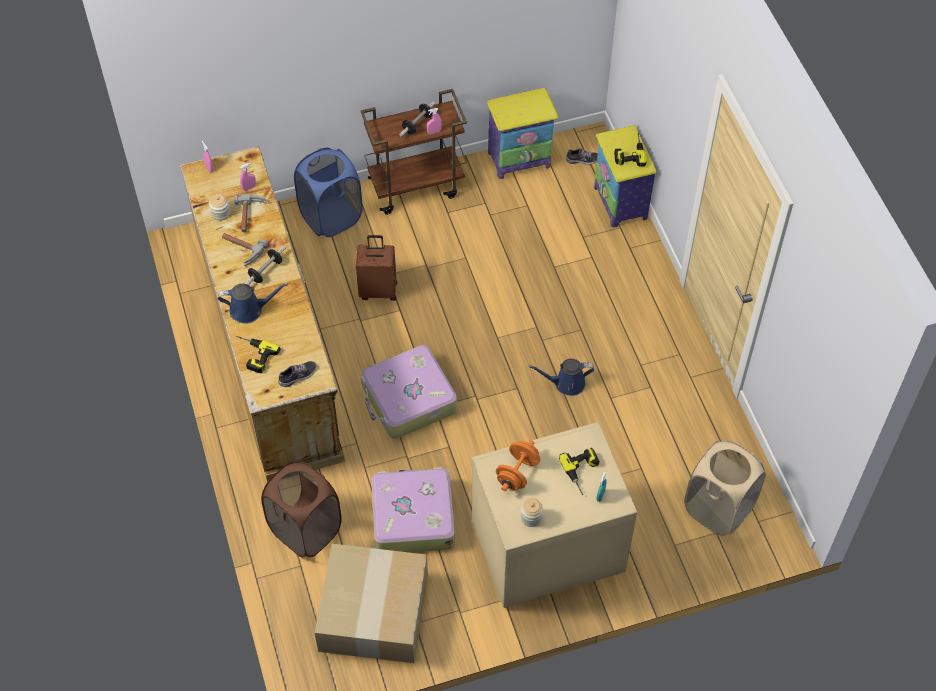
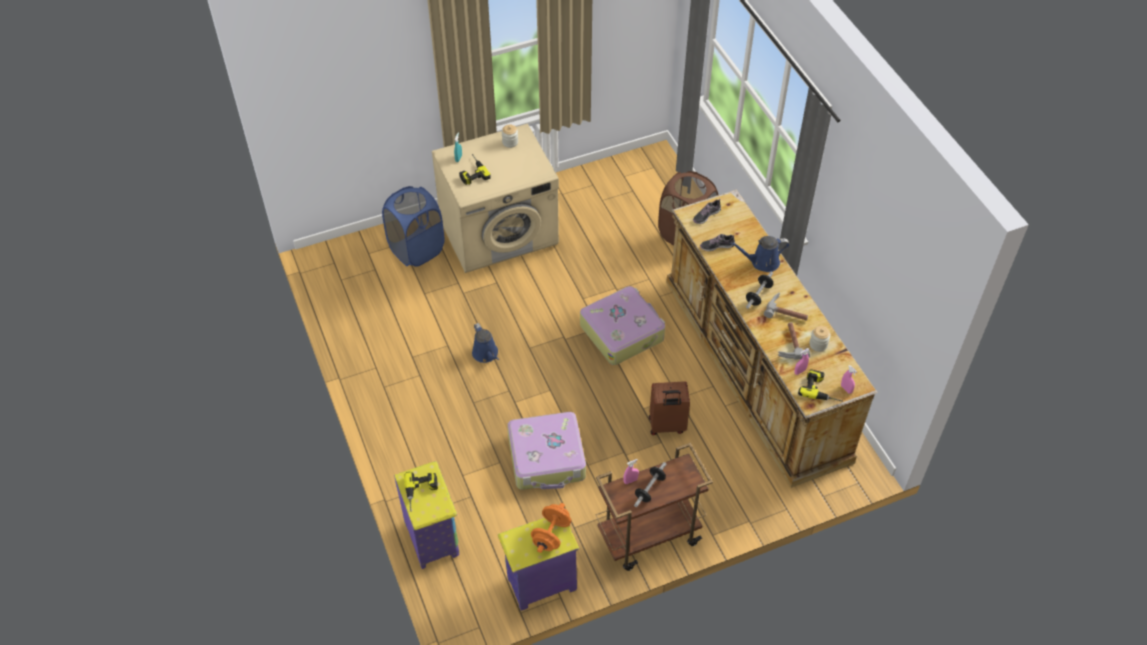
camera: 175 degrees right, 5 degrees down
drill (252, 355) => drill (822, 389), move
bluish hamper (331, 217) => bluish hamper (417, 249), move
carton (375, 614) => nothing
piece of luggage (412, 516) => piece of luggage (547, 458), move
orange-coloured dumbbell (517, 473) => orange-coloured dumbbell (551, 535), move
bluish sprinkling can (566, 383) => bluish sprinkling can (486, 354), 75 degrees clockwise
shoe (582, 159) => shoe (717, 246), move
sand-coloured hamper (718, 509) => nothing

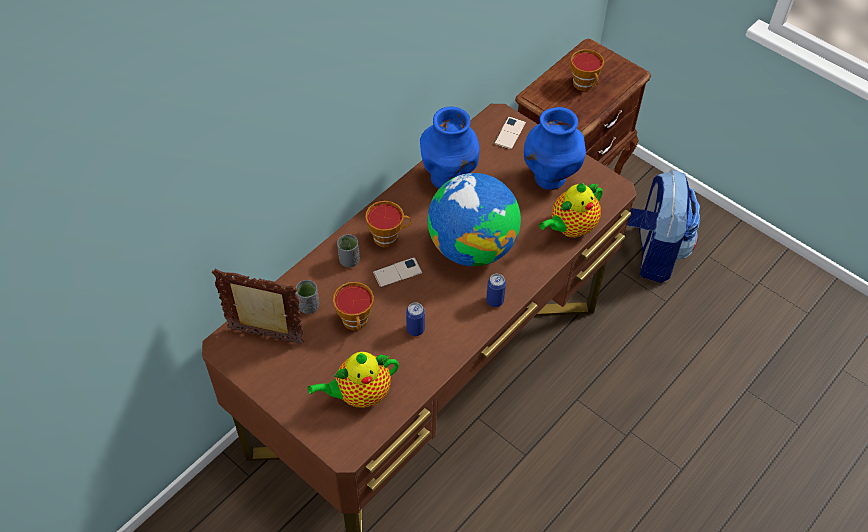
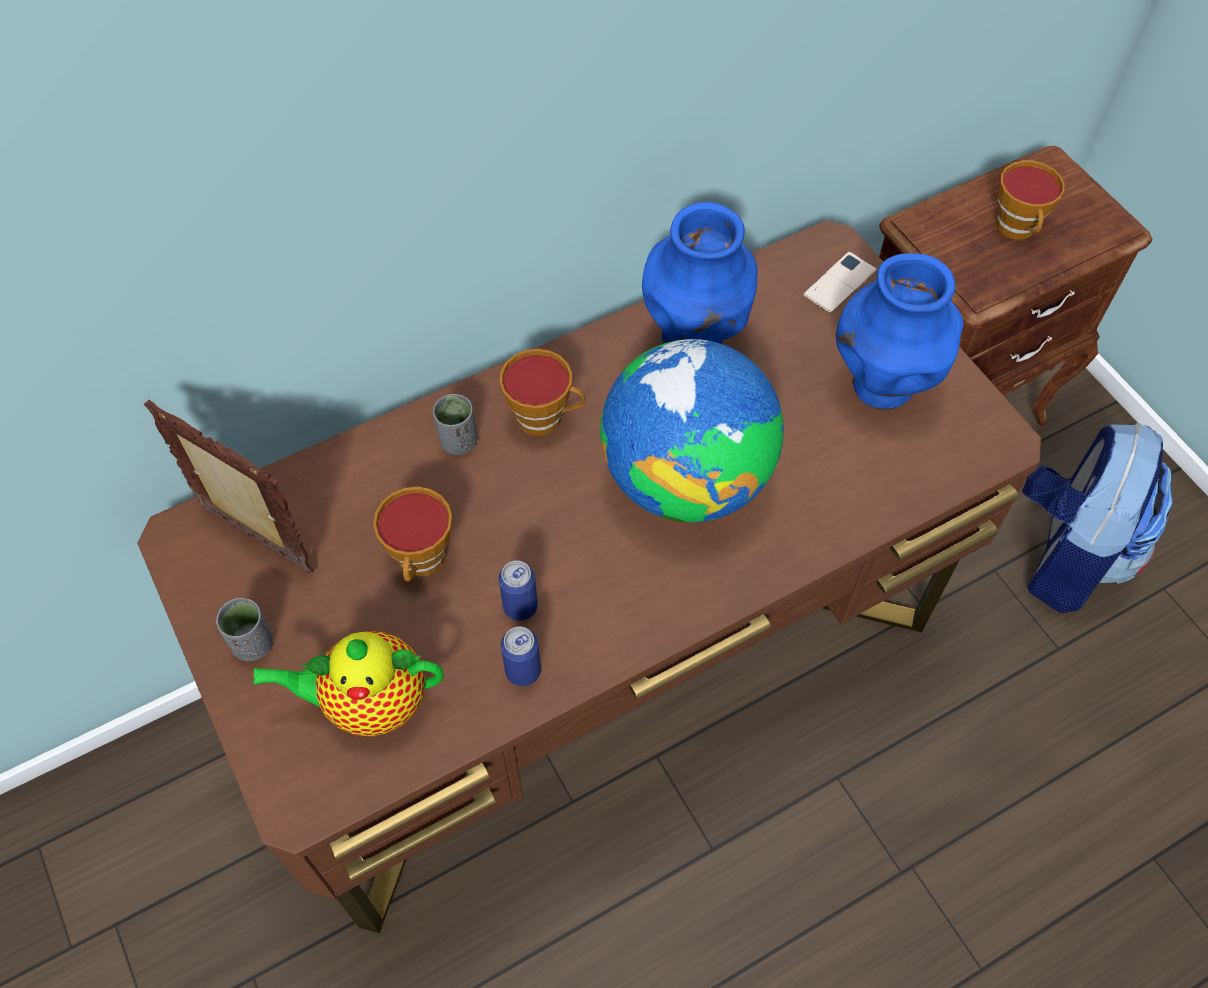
camera: 20 degrees right, 5 degrees up
gray drinking cup (308, 306) => gray drinking cup (253, 644), move
handset (397, 272) => nothing
sealed can (494, 301) => sealed can (523, 671), move
teapot (570, 228) => nothing

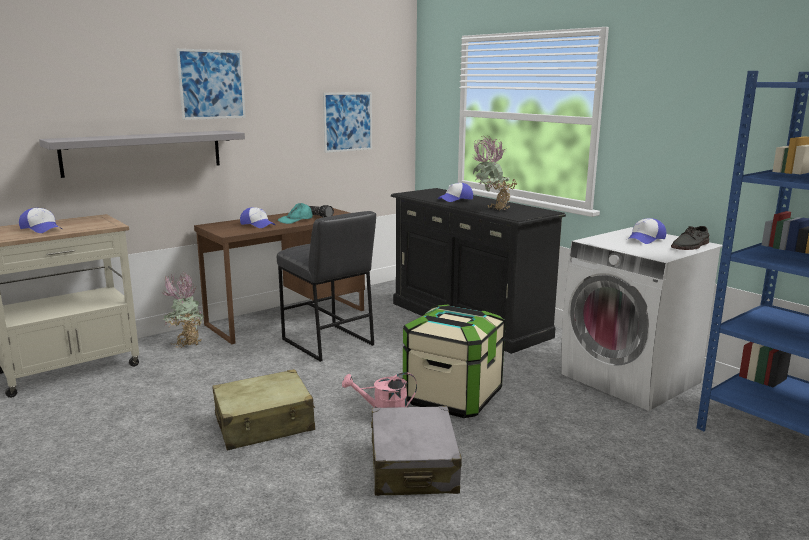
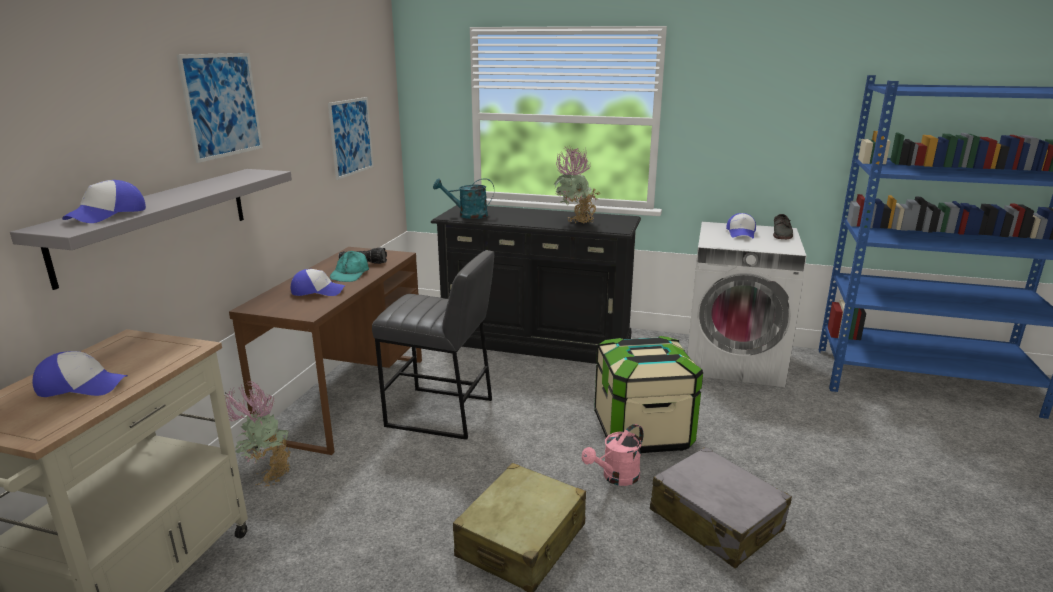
camera: 35 degrees left, 5 degrees up
cap (456, 199) => cap (108, 215), move
nothing => blue-green sprinkling can (467, 215)

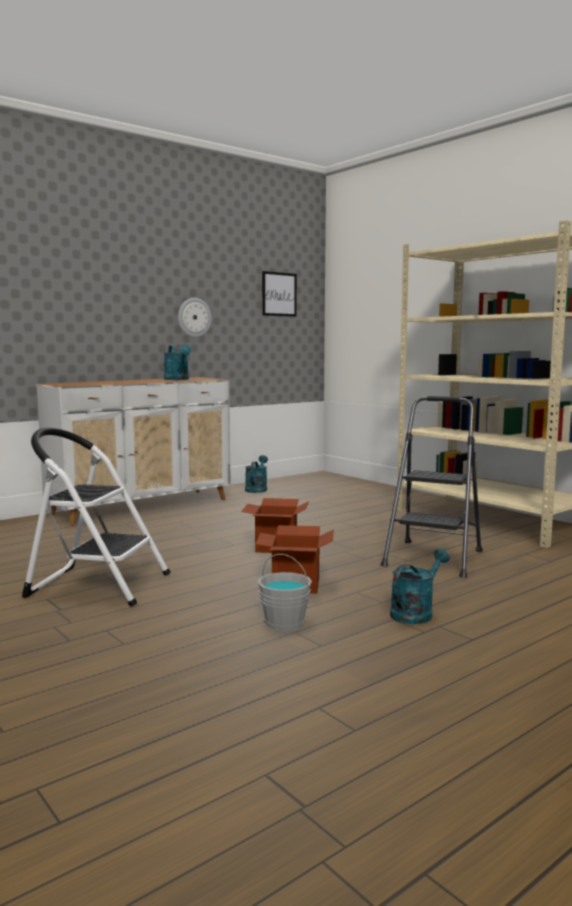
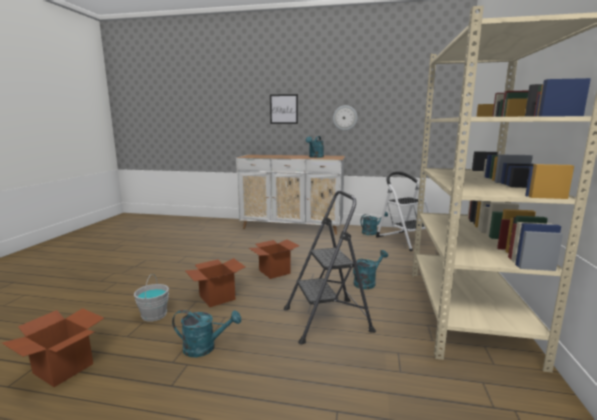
camera: 50 degrees right, 5 degrees up
step stool (95, 585) => step stool (405, 240), move
wall picture (279, 294) => wall picture (284, 109), move
nothing => carton (63, 368)
nothing => blue-green sprinkling can (367, 283)

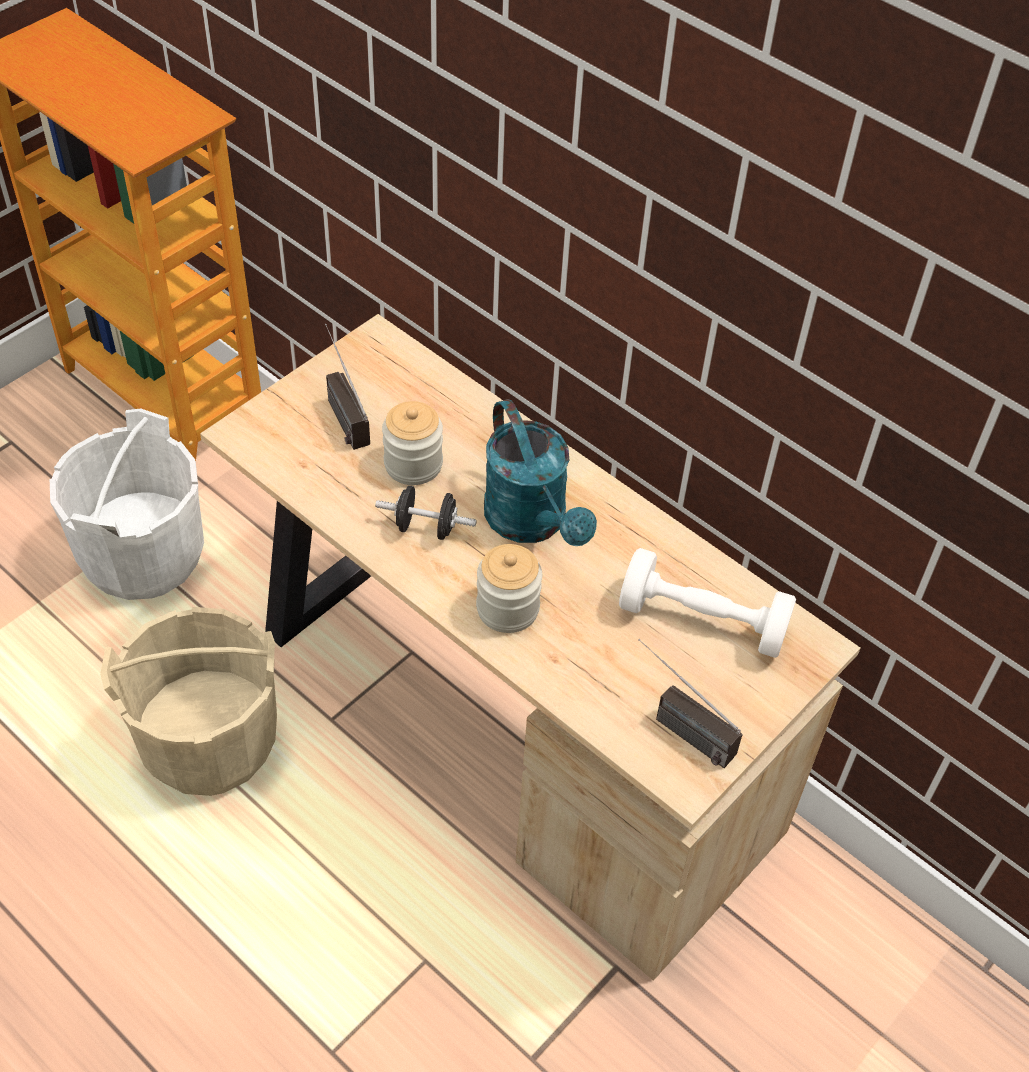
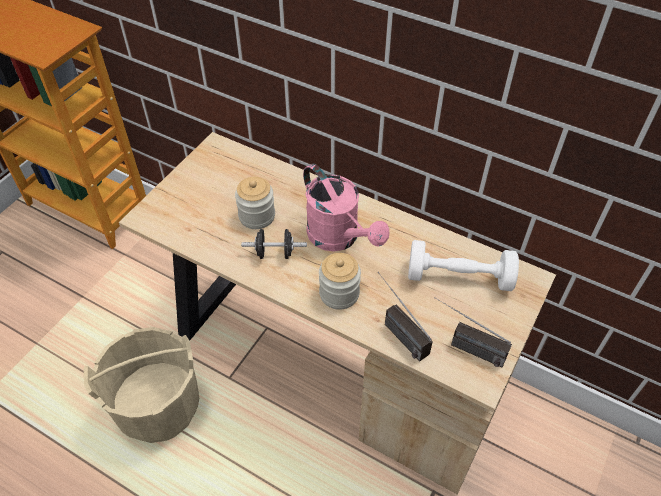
camera: 10 degrees left, 0 degrees up
whitish pail (143, 554) => nothing
radio set (340, 410) => radio set (396, 330), move
blue-green sprinkling can (532, 523) => pinkish sprinkling can (339, 238)

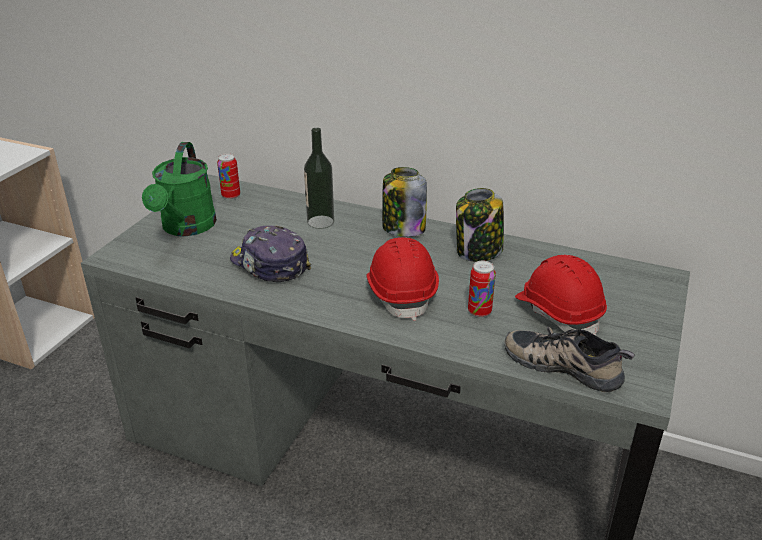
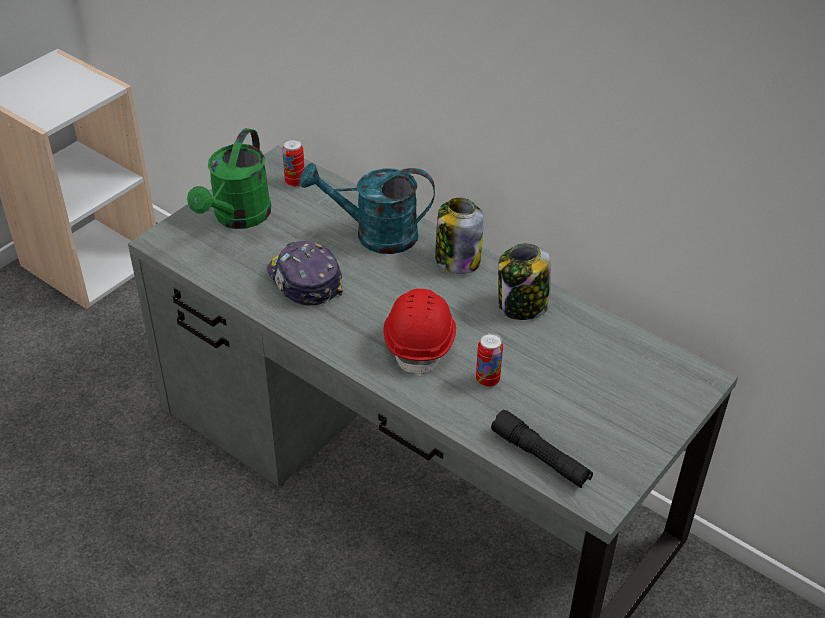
camera: 15 degrees right, 10 degrees up
drink bottle (320, 222) => blue-green sprinkling can (374, 235)
shoe (564, 365) => blackish torch (540, 457)
red-coloured hard hat (558, 312) => nothing

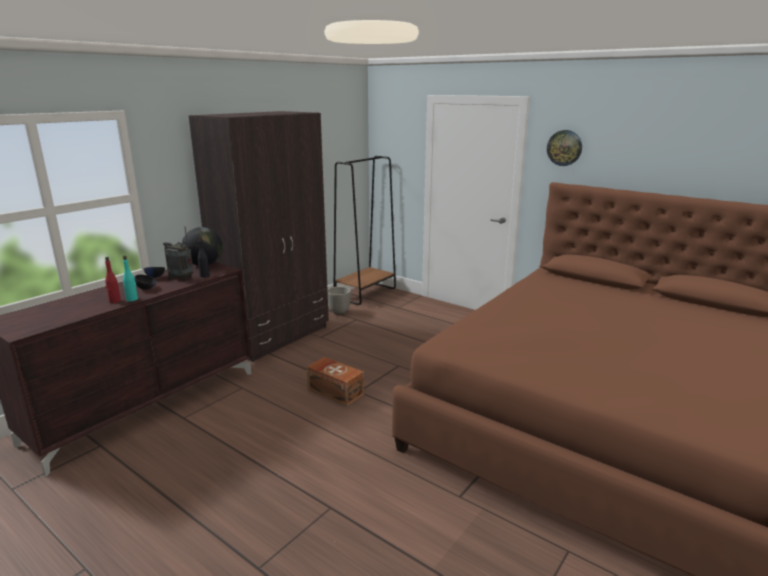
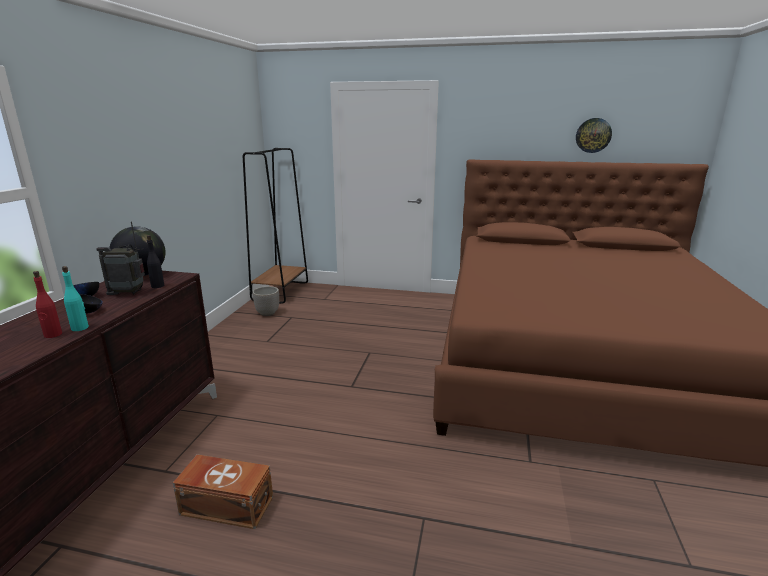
camera: 25 degrees left, 0 degrees up
brown-coloured armoire (275, 337) => nothing
brown-coloured storage container (335, 391) => brown-coloured storage container (226, 504), move
wall clock (564, 148) => wall clock (593, 135), move

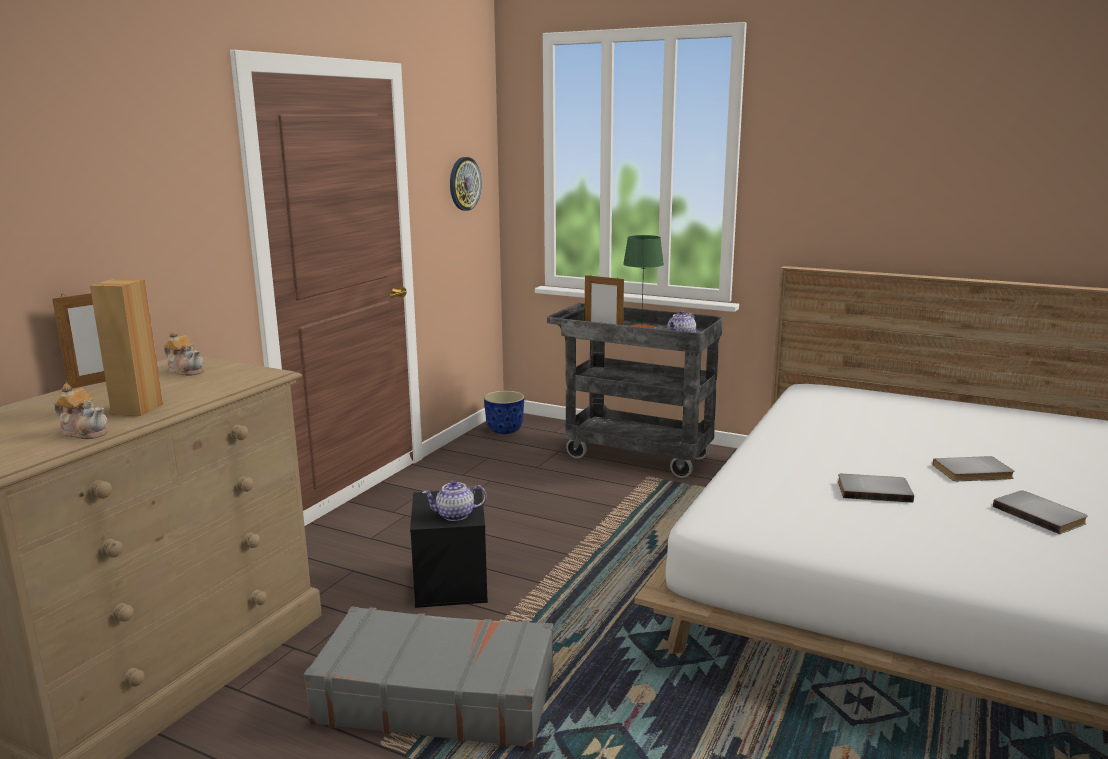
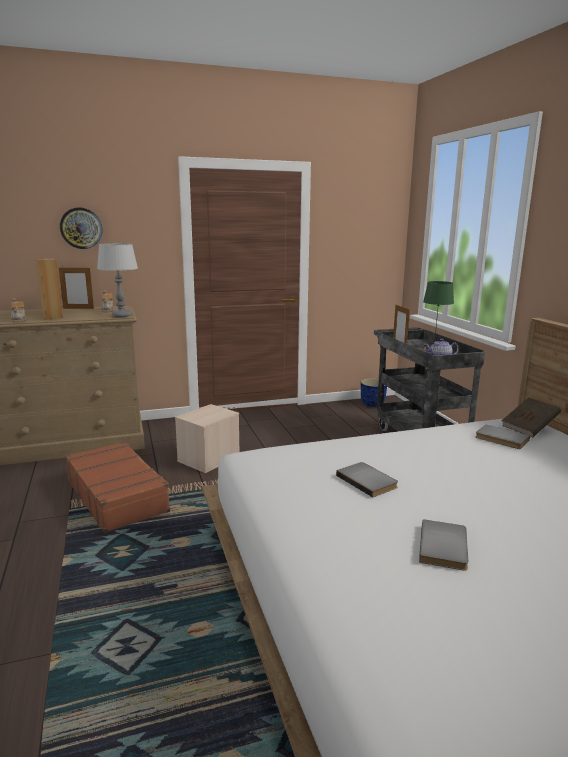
camera: 45 degrees right, 0 degrees up
gray piece of luggage (436, 696) => brown-coloured piece of luggage (117, 496)
blackish storage container (452, 583) => sand-coloured storage container (208, 459)
teapot (455, 515) => nothing
wall clock (464, 183) => wall clock (81, 228), move
gray volume (974, 472) => gray volume (501, 439), move
nothing => gray table lamp (121, 316)
nothing => brown-coloured volume (529, 428)

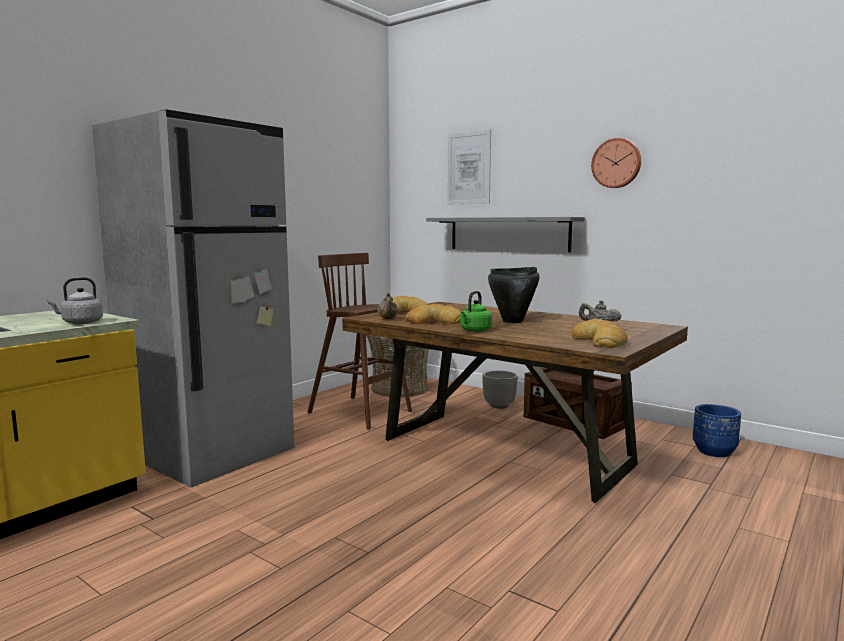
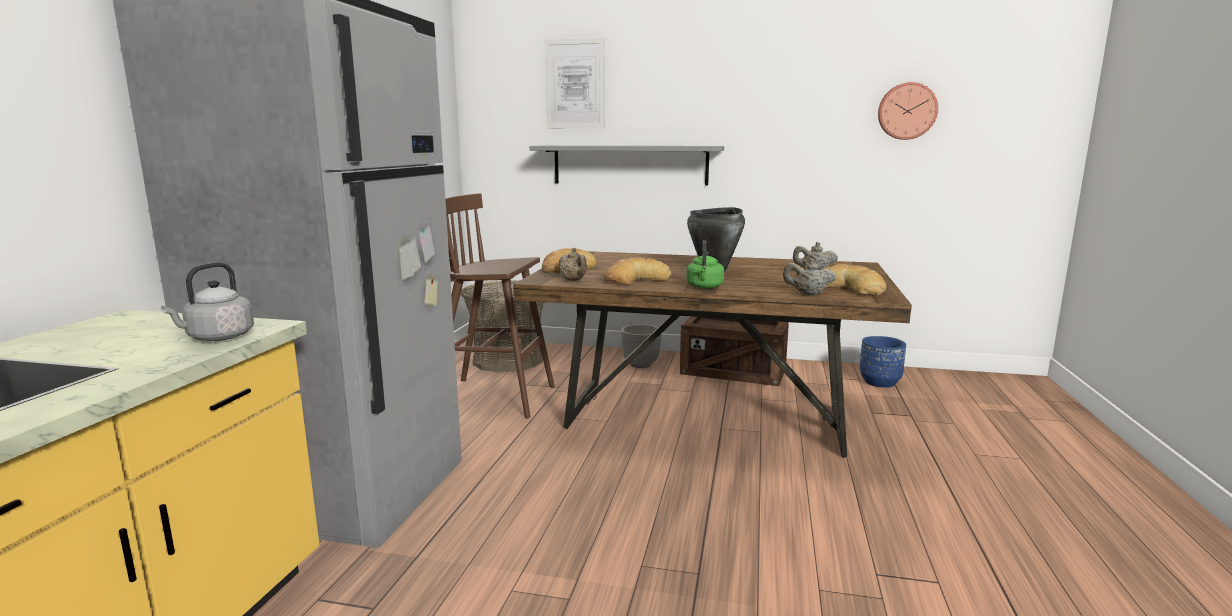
camera: 25 degrees left, 5 degrees up
wall clock (616, 163) => wall clock (906, 111), move
nothing => sand-coloured teapot (808, 294)

